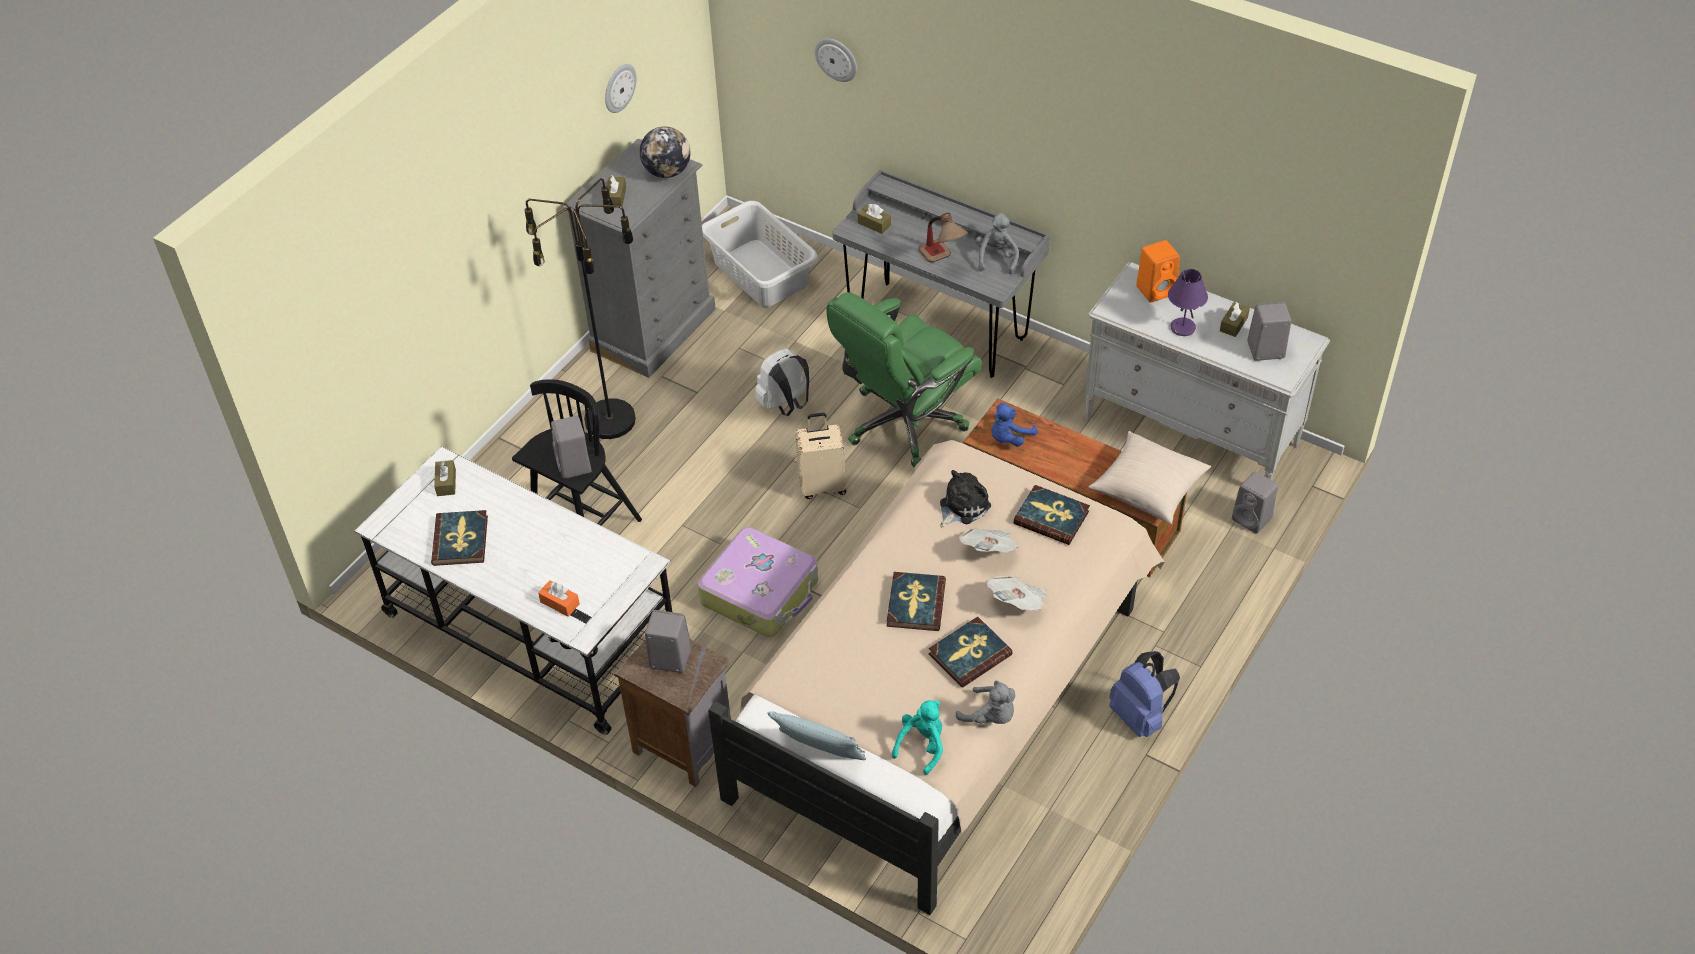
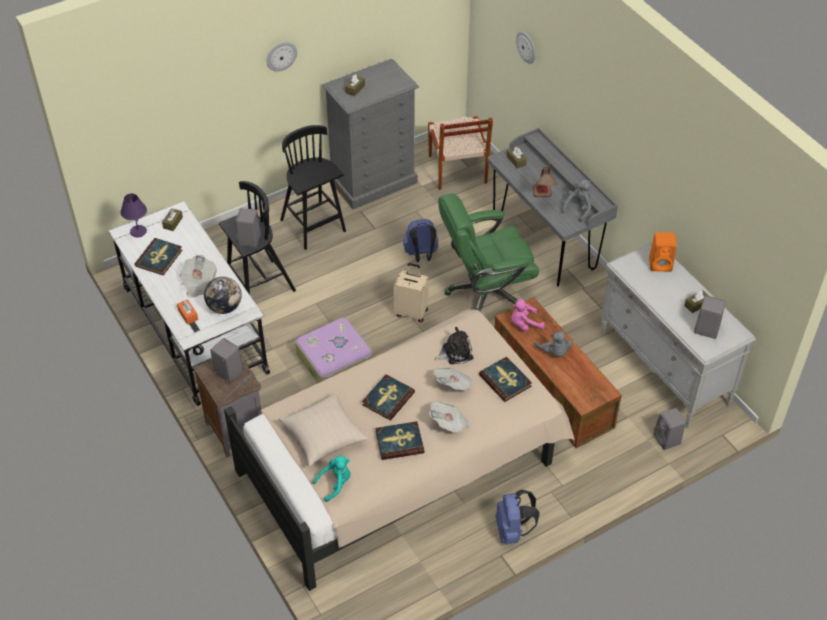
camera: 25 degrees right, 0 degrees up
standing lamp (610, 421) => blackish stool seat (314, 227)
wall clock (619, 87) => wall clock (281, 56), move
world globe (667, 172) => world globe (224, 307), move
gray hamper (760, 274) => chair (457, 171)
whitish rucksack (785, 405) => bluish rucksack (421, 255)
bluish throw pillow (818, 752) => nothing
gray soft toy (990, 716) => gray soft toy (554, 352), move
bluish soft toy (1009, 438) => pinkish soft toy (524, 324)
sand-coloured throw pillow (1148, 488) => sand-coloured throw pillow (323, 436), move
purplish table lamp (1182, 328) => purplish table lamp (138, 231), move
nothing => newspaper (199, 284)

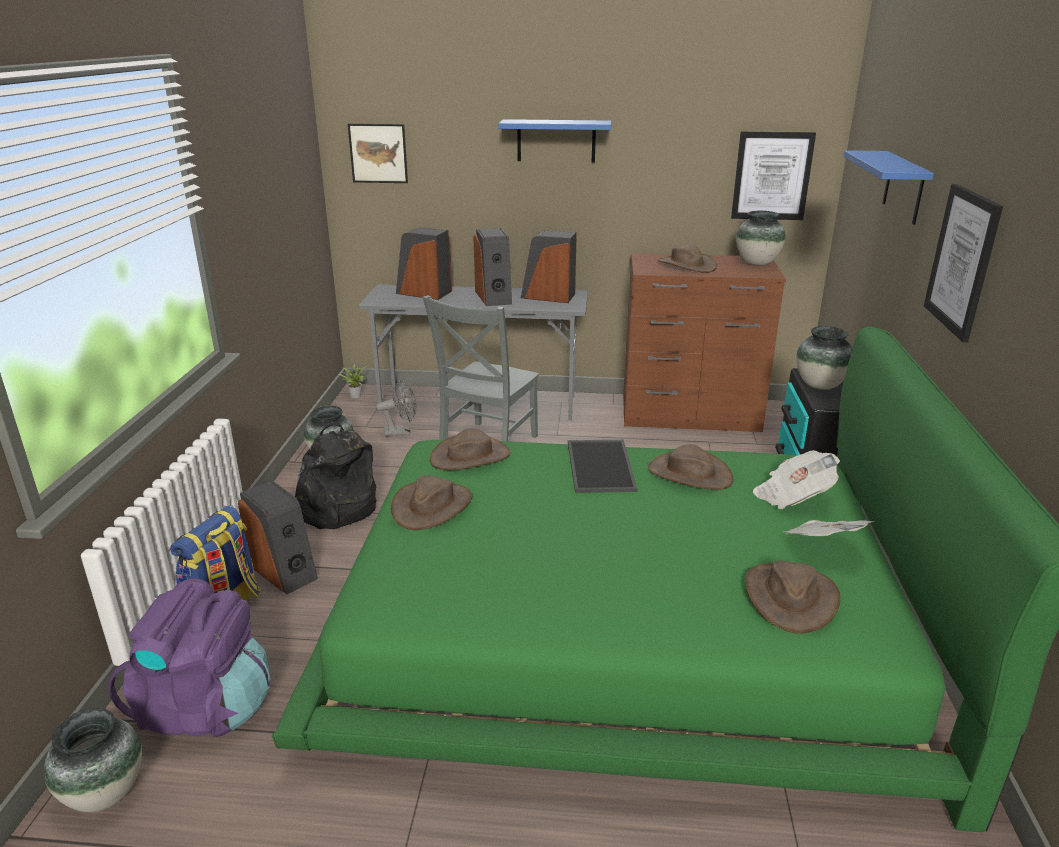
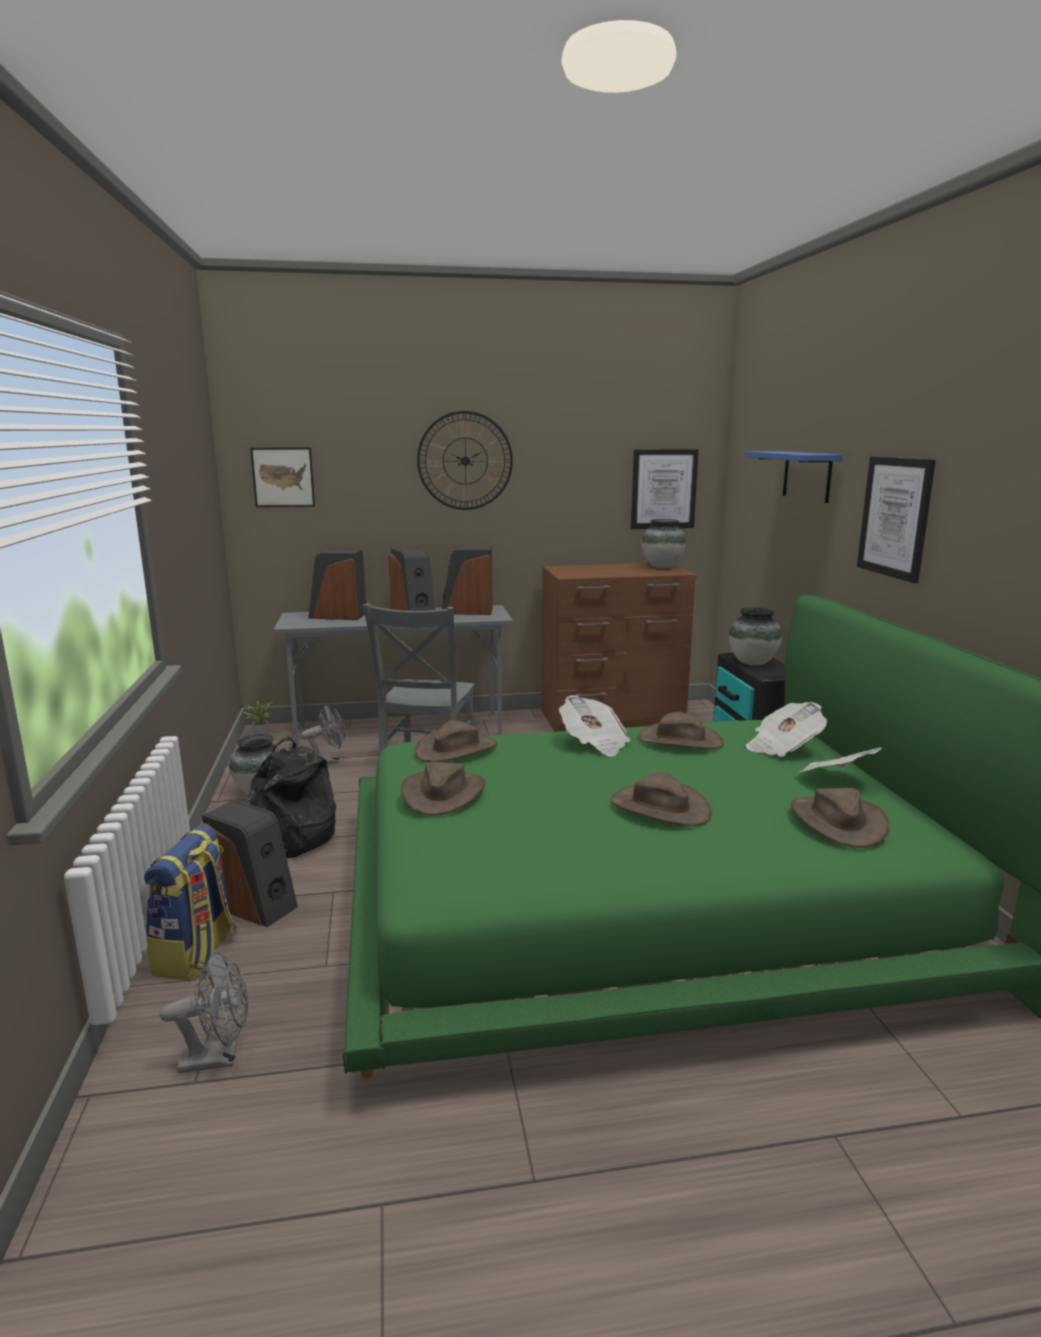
camera: 15 degrees left, 10 degrees down
vase (104, 793) => nothing
purplish rucksack (206, 707) => gray cooling fan (218, 1058)
bluish wall shelf (556, 140) => wall clock (465, 461)
serving tray (602, 466) => newspaper (594, 743)
brown-coloured hat (686, 265) => brown-coloured hat (659, 808), move

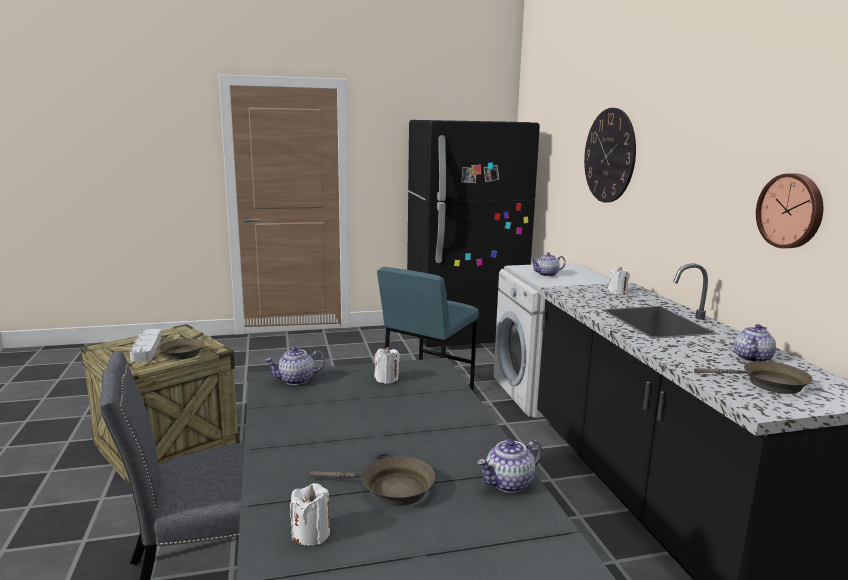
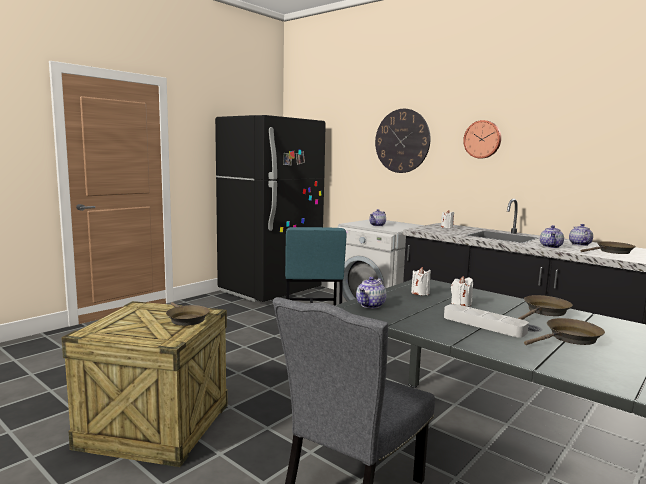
camera: 35 degrees left, 5 degrees down
gray serving tray (146, 348) => gray serving tray (483, 324), move
whitish wax candle (311, 534) => whitish wax candle (461, 304), move
teapot (509, 484) => teapot (551, 246), move
wall clock (791, 211) => wall clock (482, 139), move
nothing => brown-coloured frying pan (545, 312)

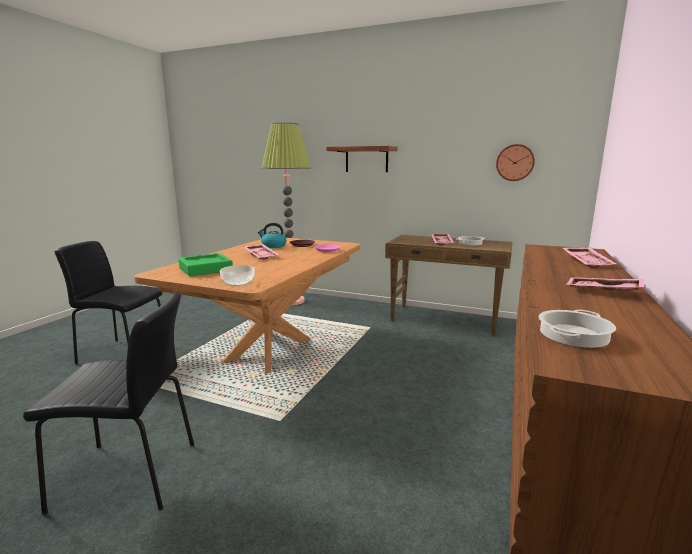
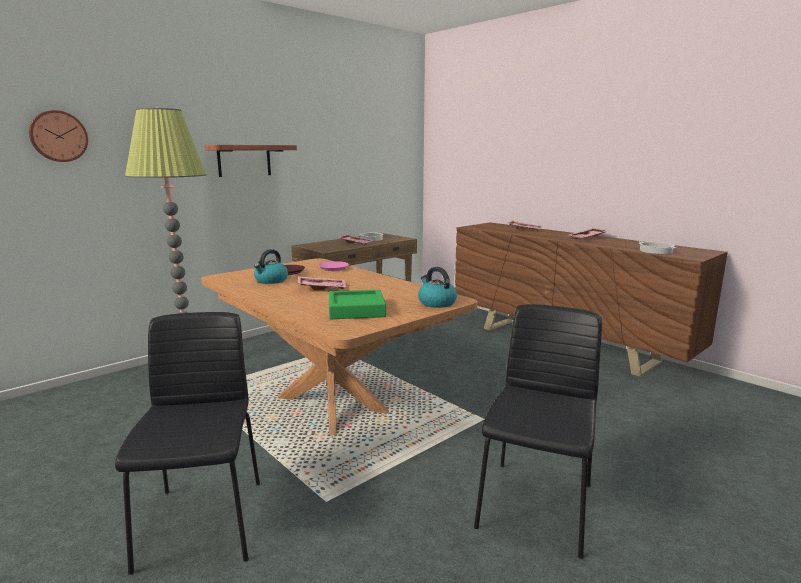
camera: 65 degrees left, 0 degrees up
blackish chair (121, 354) => blackish chair (203, 519), 135 degrees clockwise
deep dish (237, 283) => water kettle (436, 303)
wall clock (515, 162) => wall clock (58, 136), move

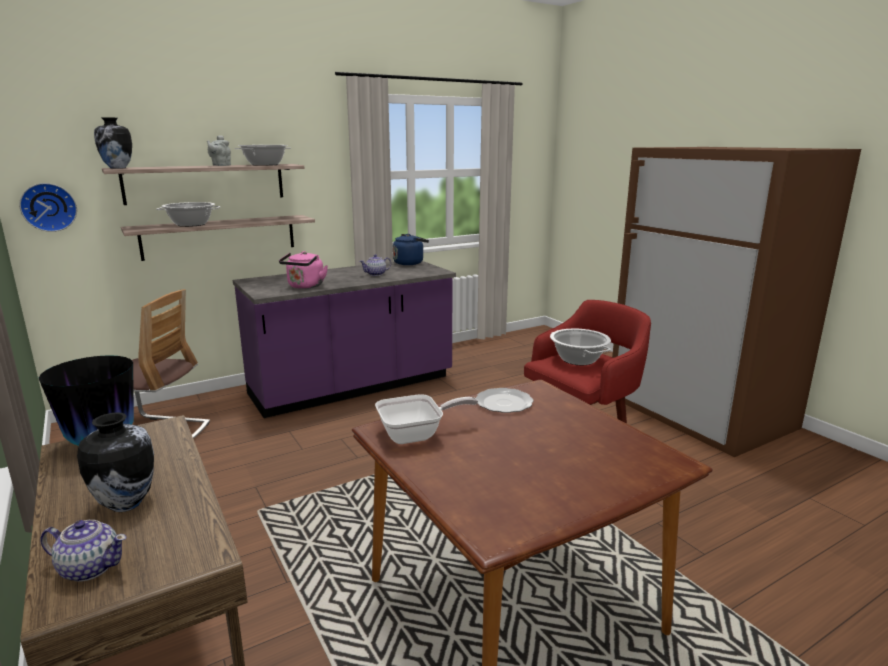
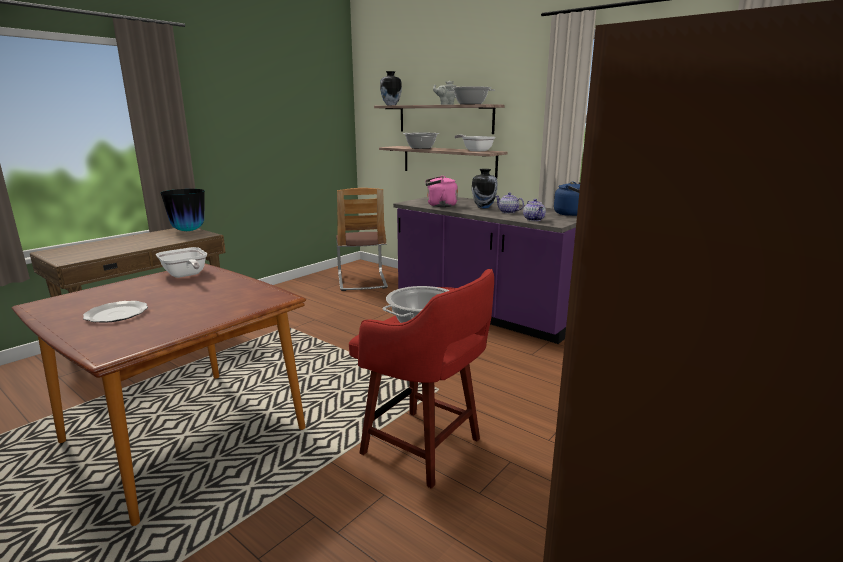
camera: 70 degrees right, 0 degrees up
wall clock (49, 207) => nothing
teapot (90, 567) => teapot (534, 219), move
vase (126, 504) => vase (483, 207), move
flat dish (504, 402) => flat dish (117, 314), move
nothing => frying pan (475, 150)

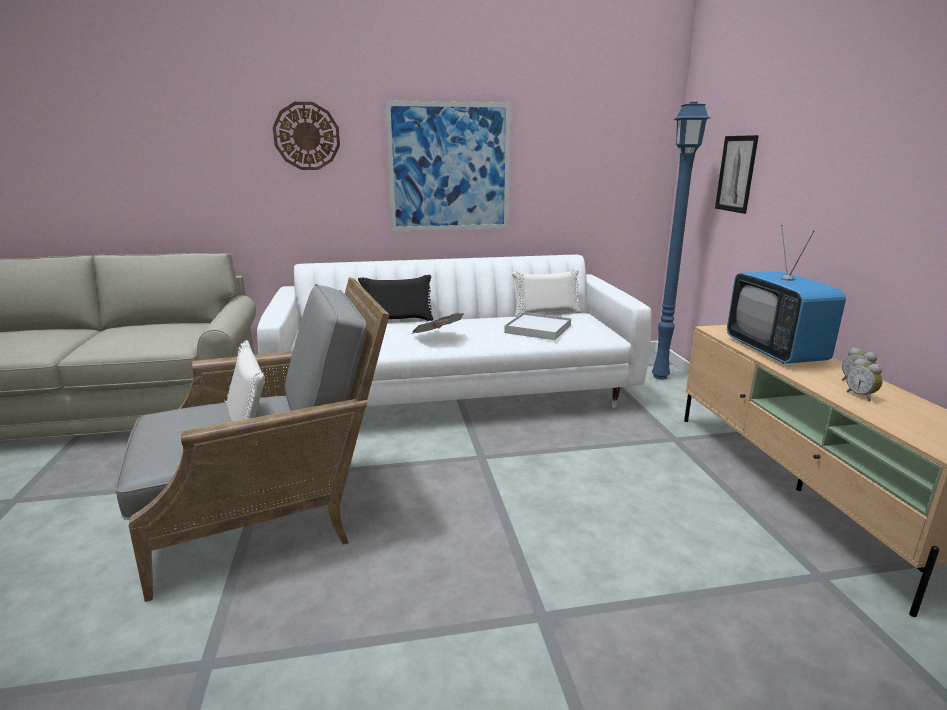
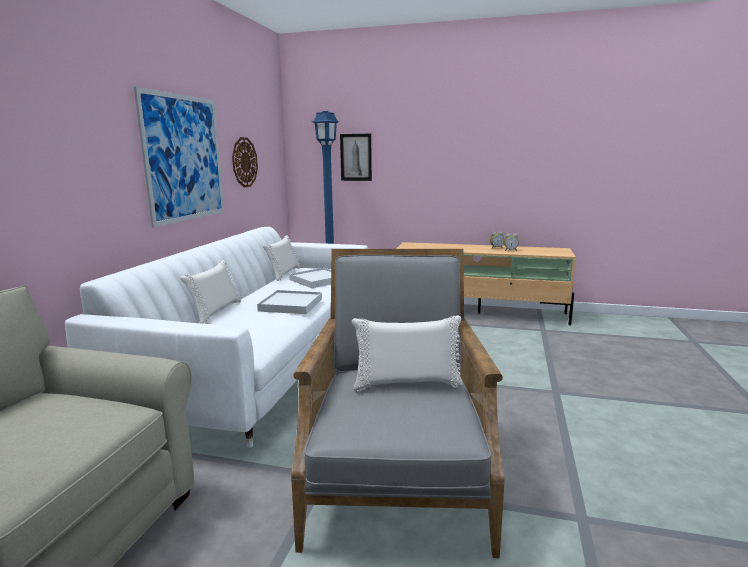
camera: 65 degrees left, 5 degrees down
wall clock (307, 136) => wall clock (244, 162), move
blackish throw pillow (397, 321) => whitish throw pillow (215, 312)
newspaper (437, 337) => whitish serving tray (290, 305)
TV set (774, 351) => nothing

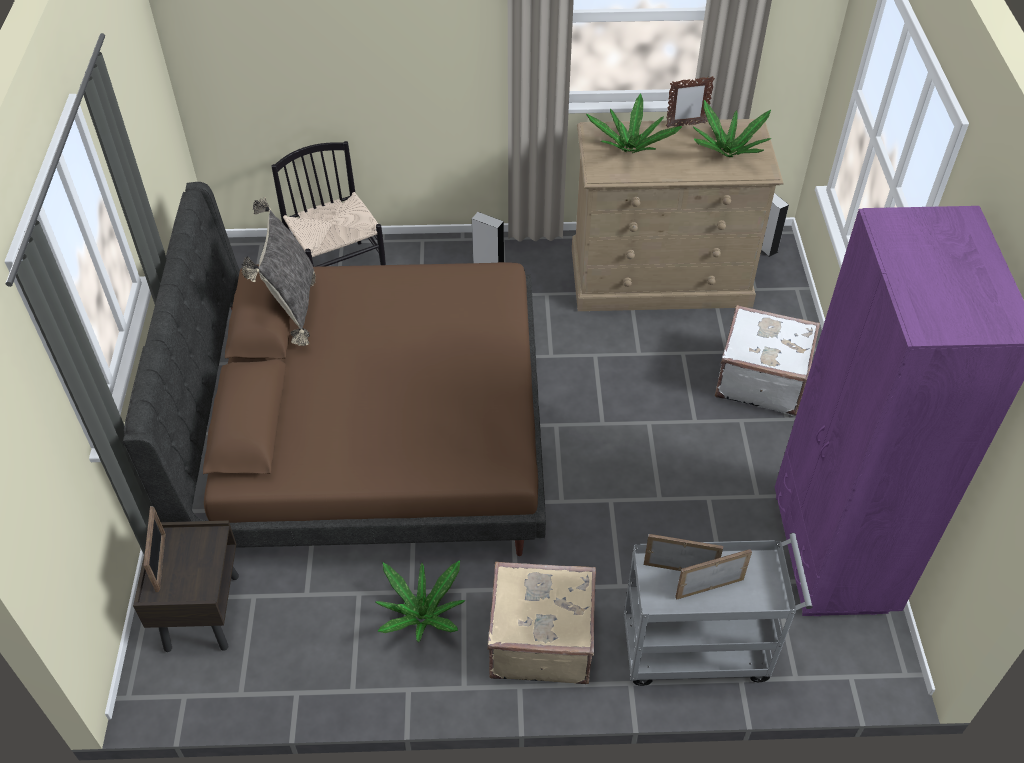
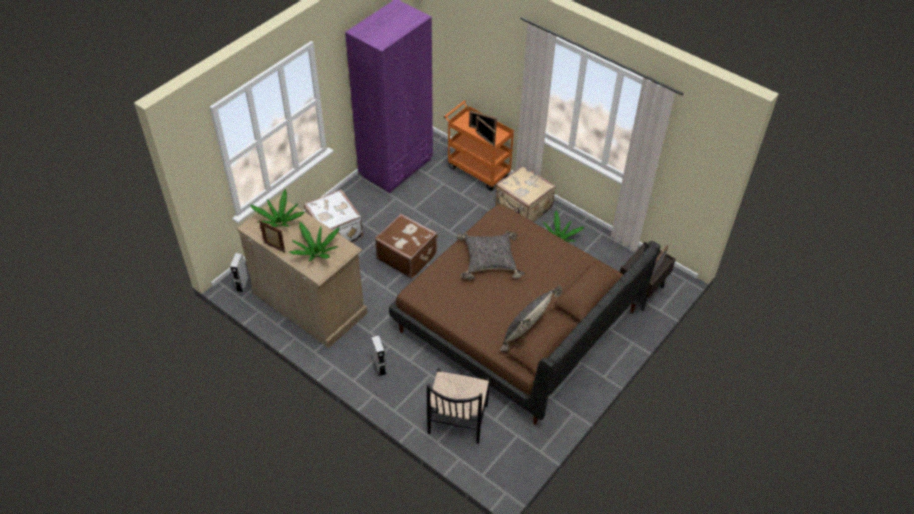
camera: 140 degrees left, 0 degrees up
gray cart (698, 655) => orange-coloured cart (477, 172)
nothing => brown-coloured piece of luggage (407, 256)
nothing => throw pillow (489, 258)

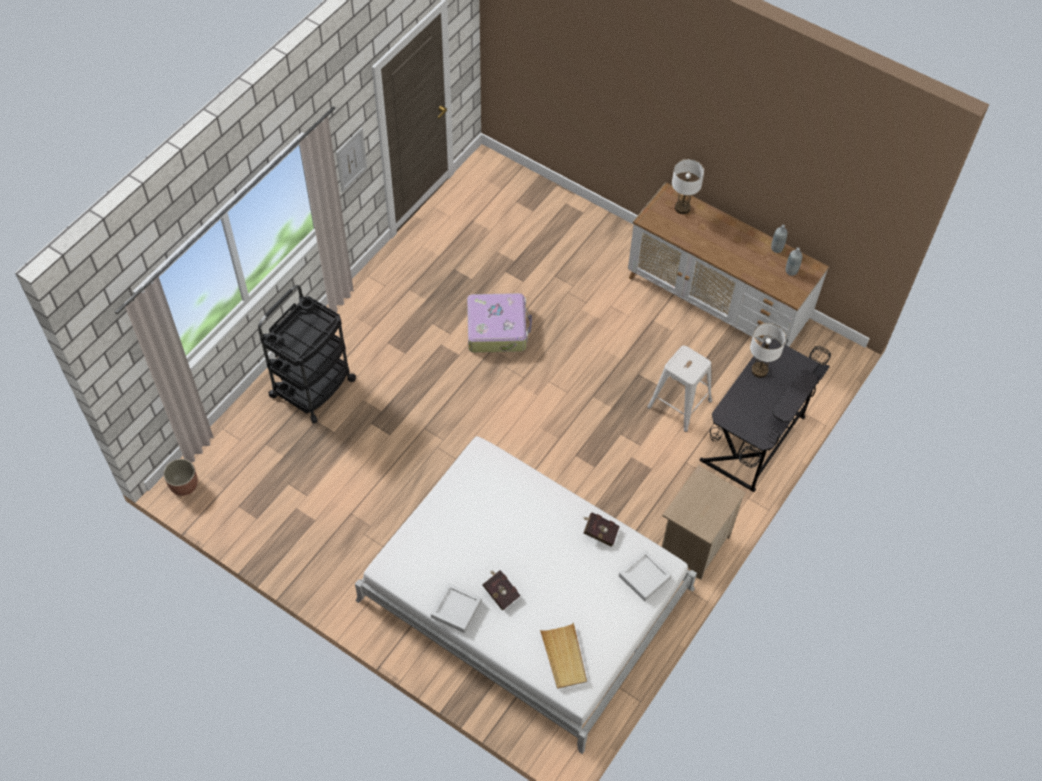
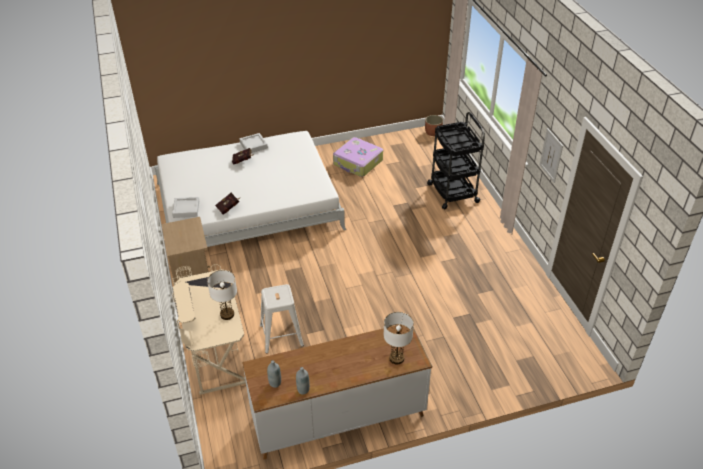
camera: 130 degrees right, 15 degrees down
piece of luggage (497, 328) => piece of luggage (358, 163), move
sand-coloured serving tray (564, 657) => nothing
blackish desk unit (756, 440) => sand-coloured desk unit (215, 355)

